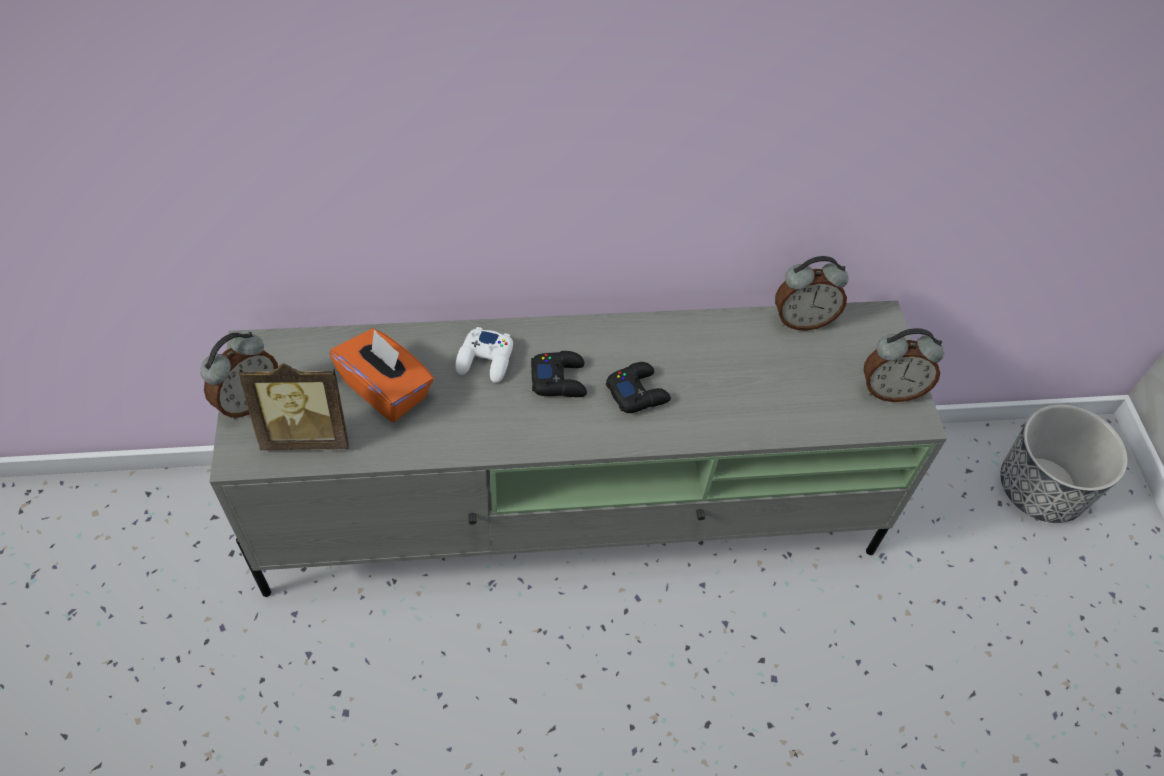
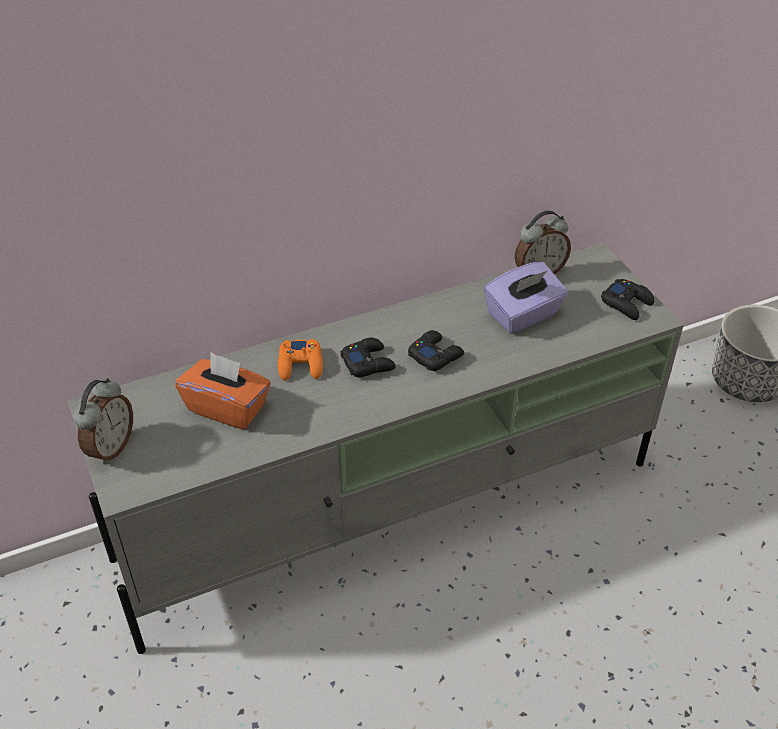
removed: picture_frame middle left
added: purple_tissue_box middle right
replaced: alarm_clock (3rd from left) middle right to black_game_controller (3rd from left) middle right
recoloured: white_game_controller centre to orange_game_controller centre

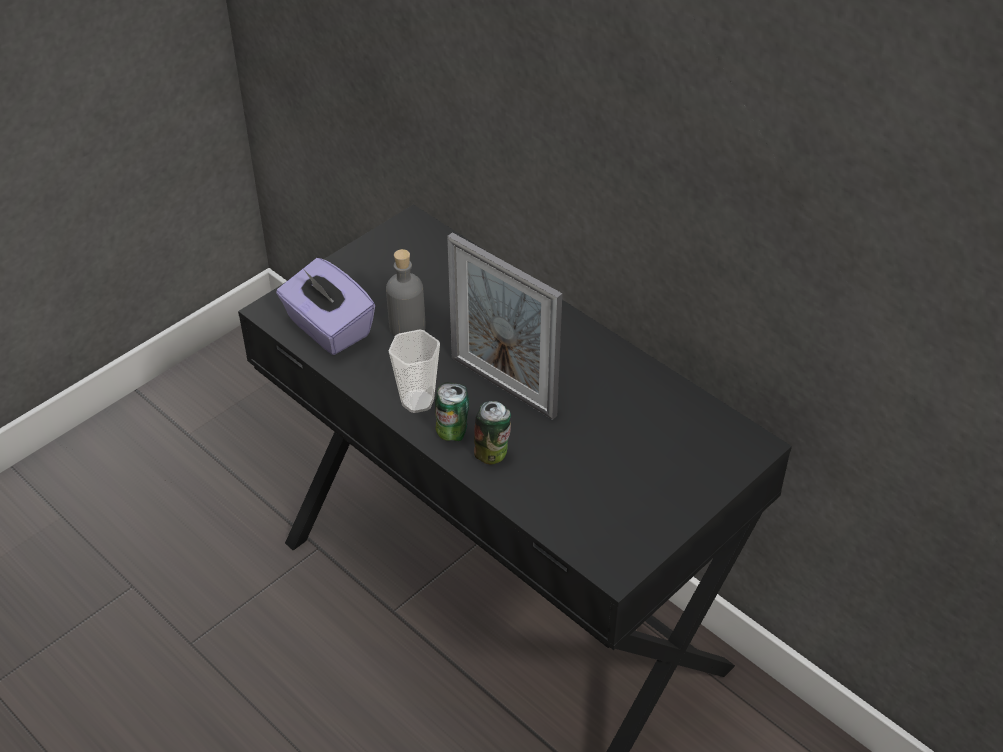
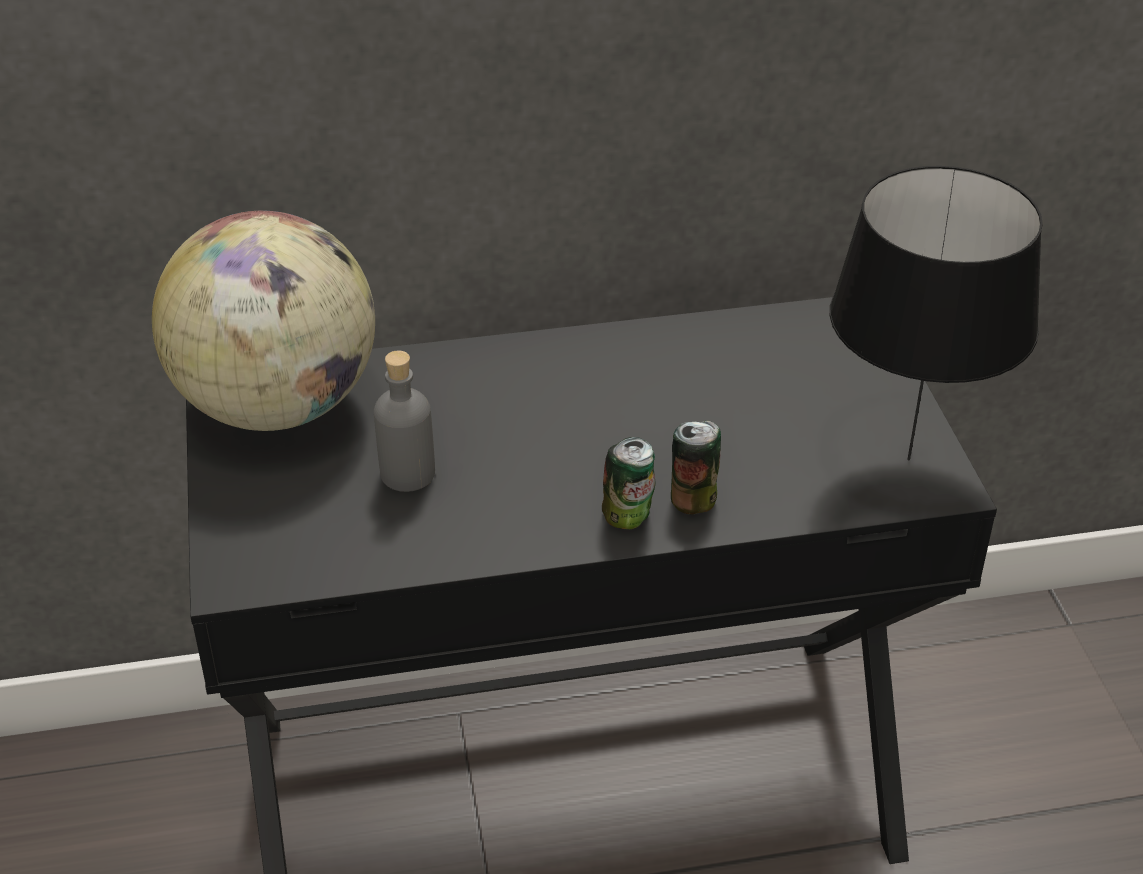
removed: purple_tissue_box middle left; cup centre; picture_frame centre
added: globe middle left; black_table_lamp middle right

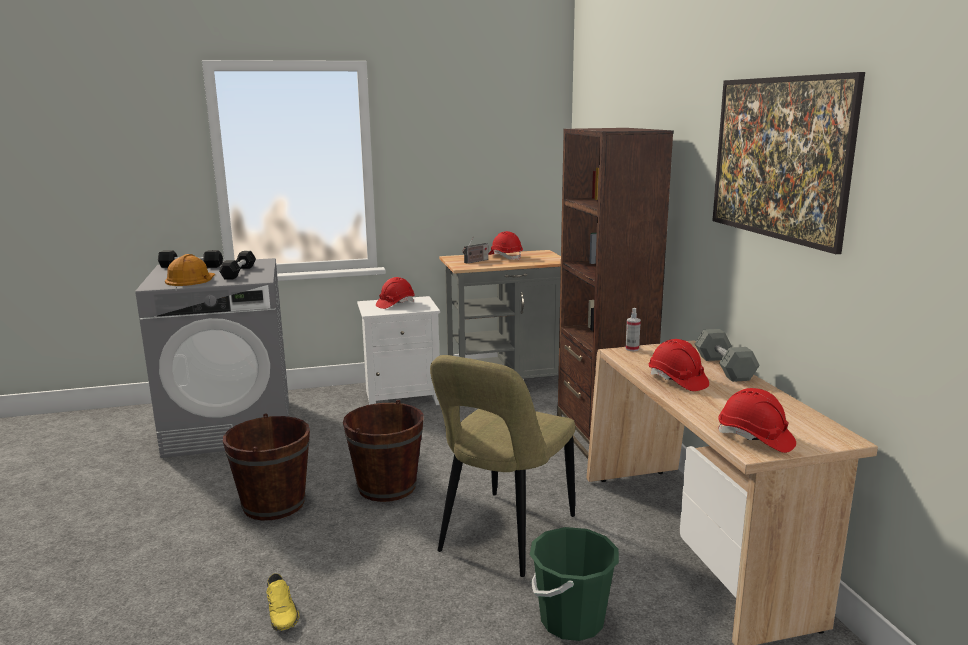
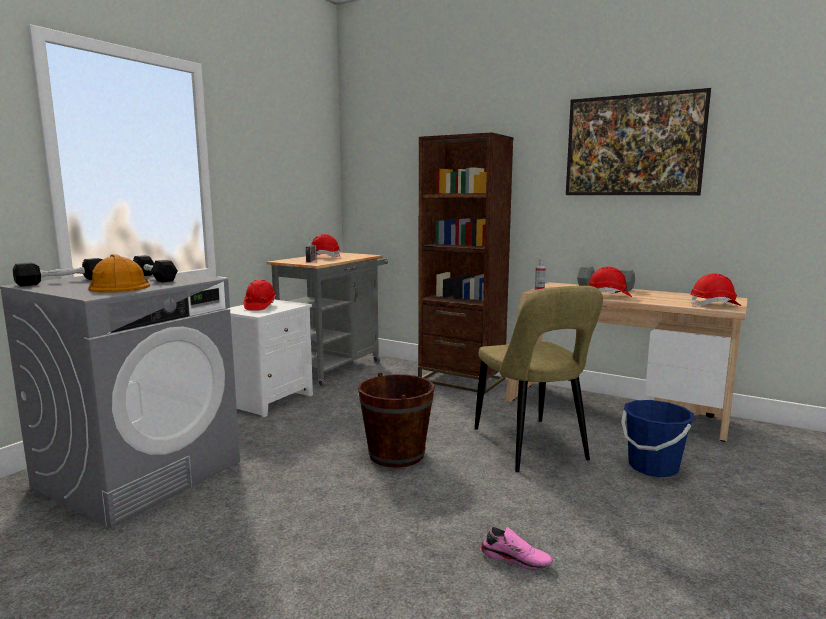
removed: brown_bucket (1st from left) bottom left
recoloured: yellow_shoe bottom left to pink_shoe bottom centre; green_bucket bottom centre to blue_bucket bottom right

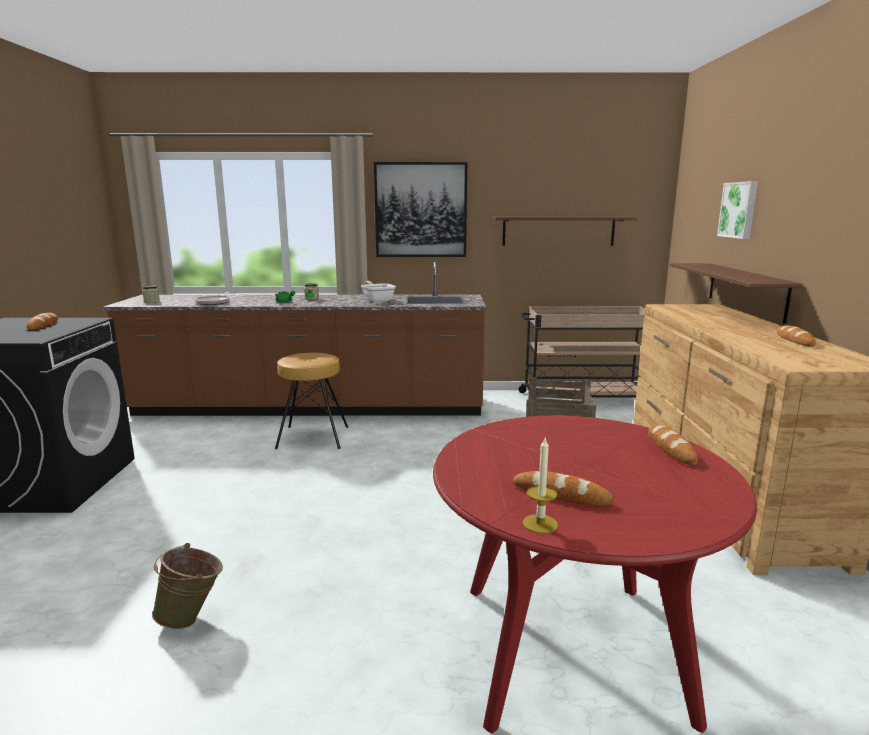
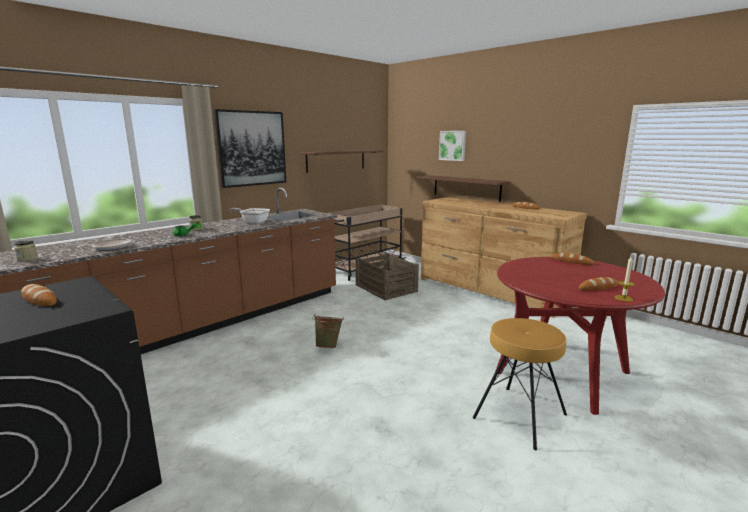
moved: green_bucket bottom left to centre; brown_stool centre to bottom right

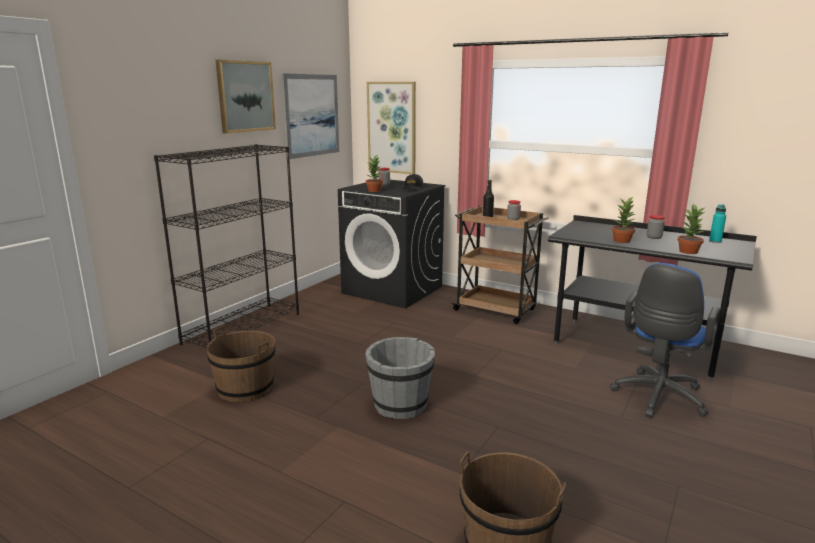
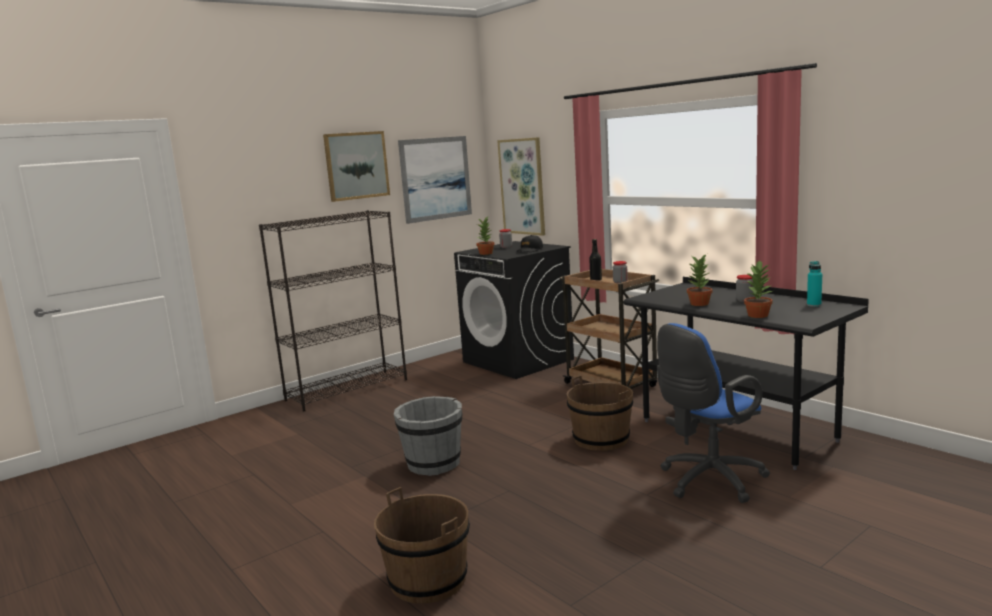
moved: brown_bucket (1st from left in the first image) bottom left to brown_bucket (2nd from left) bottom centre

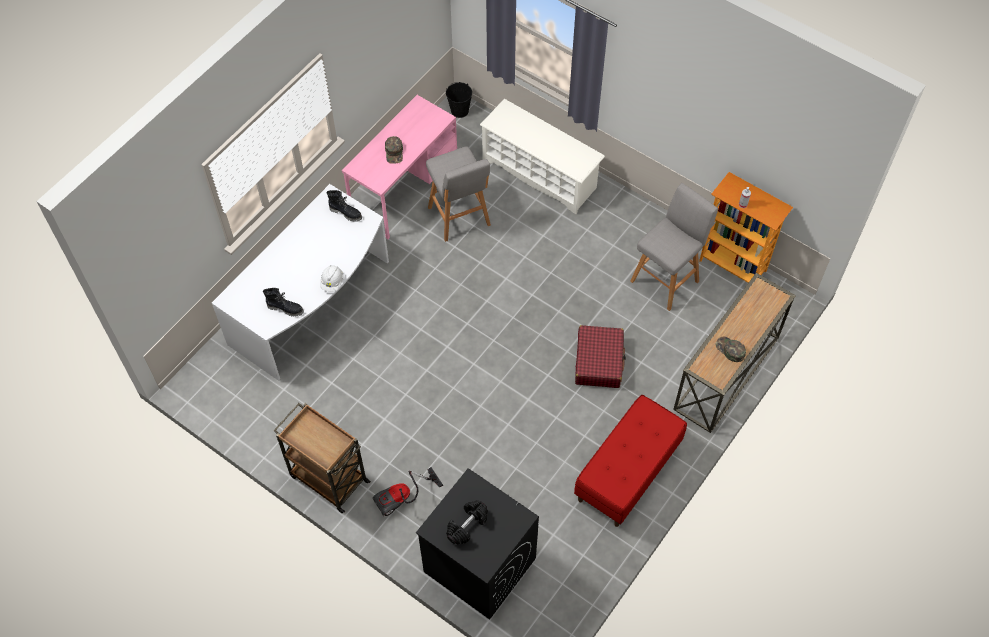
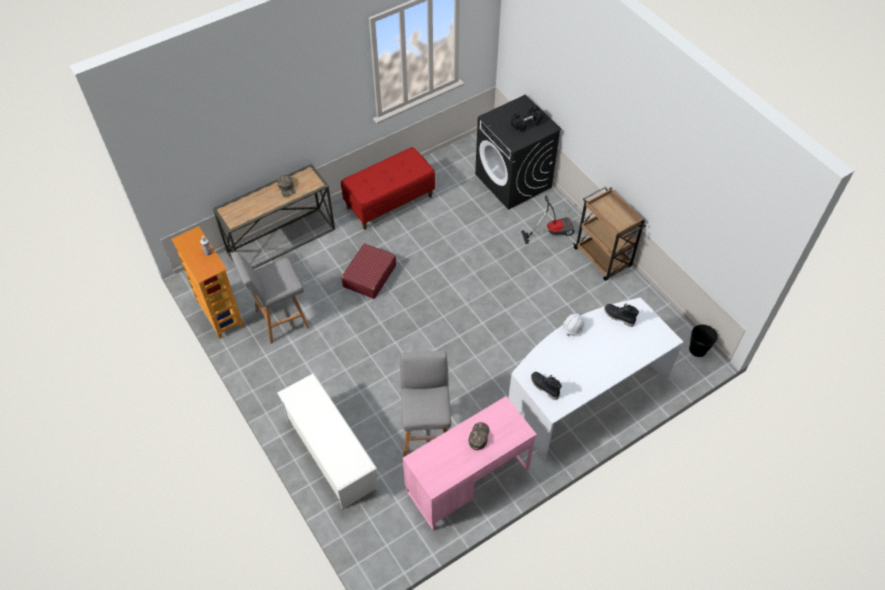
moved: black_bucket top centre to middle right

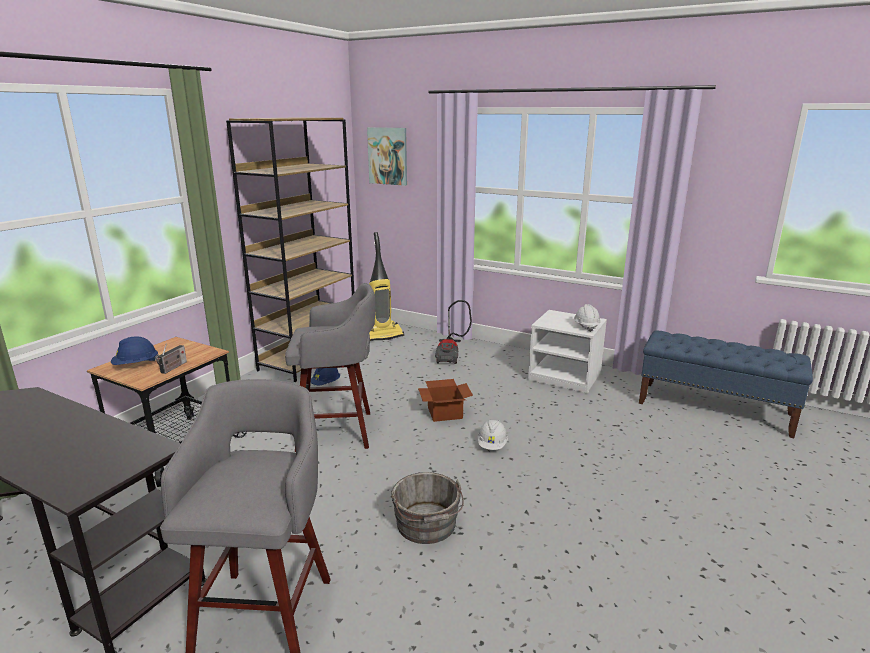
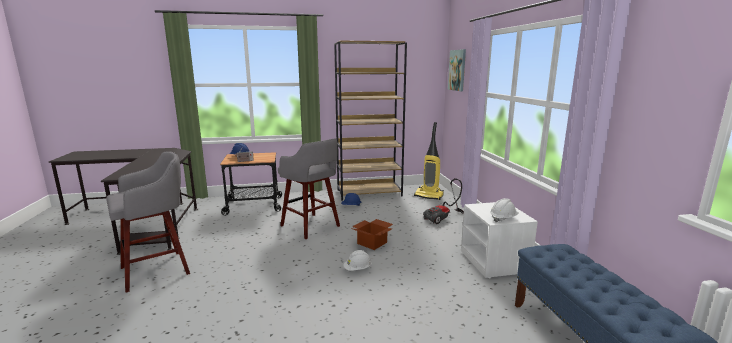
removed: grey_bucket bottom centre

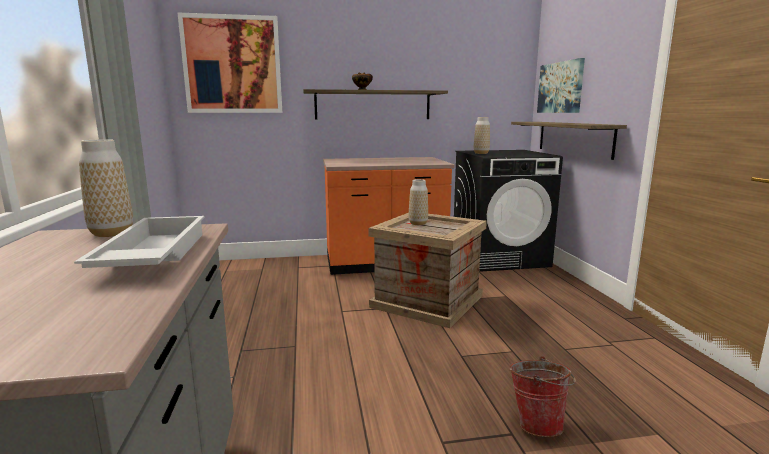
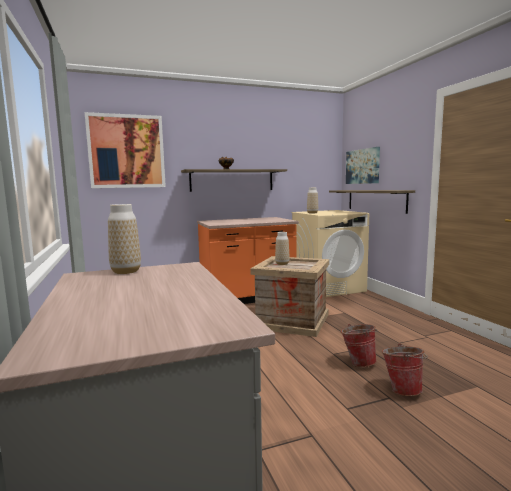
removed: white_tray middle left
added: bucket (1st from left) bottom right
recoloured: black_washing_machine centre to beige_washing_machine centre

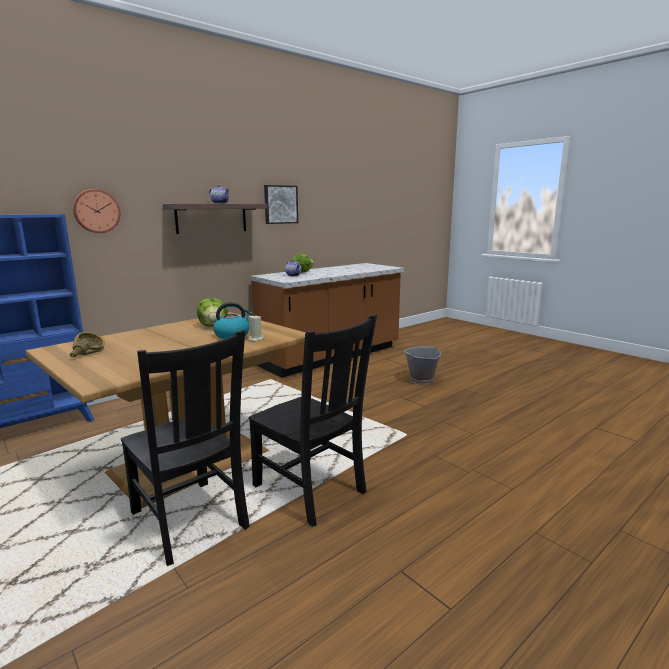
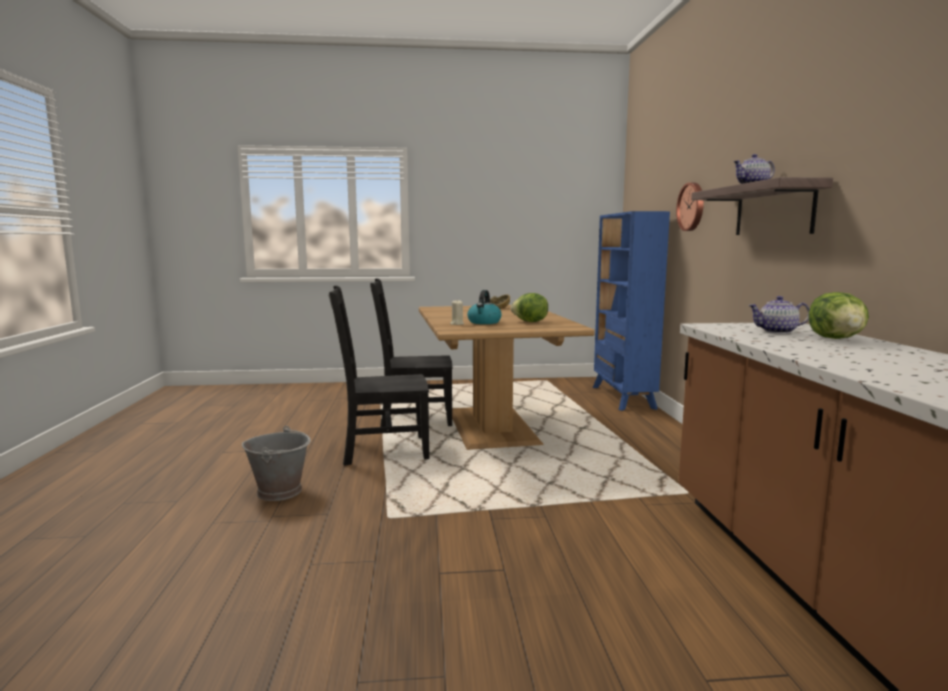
removed: picture top centre
moved: grey_bucket centre to bottom left

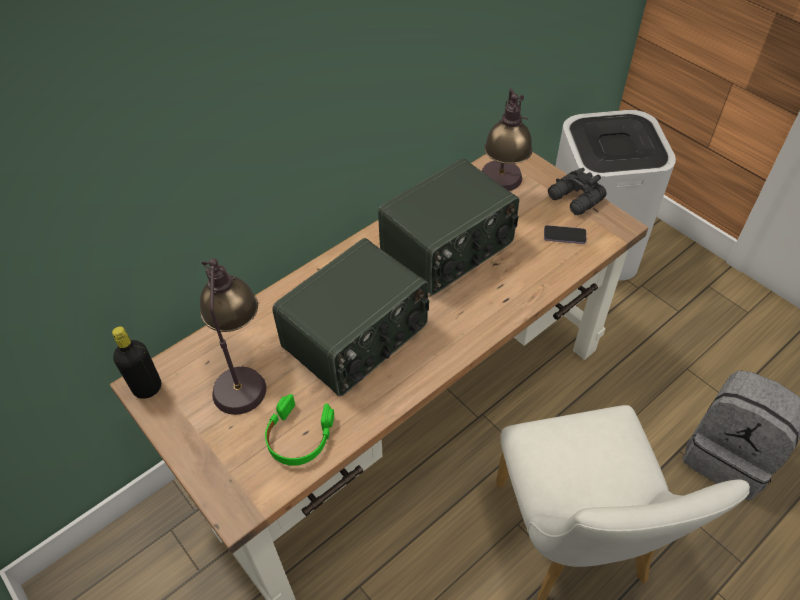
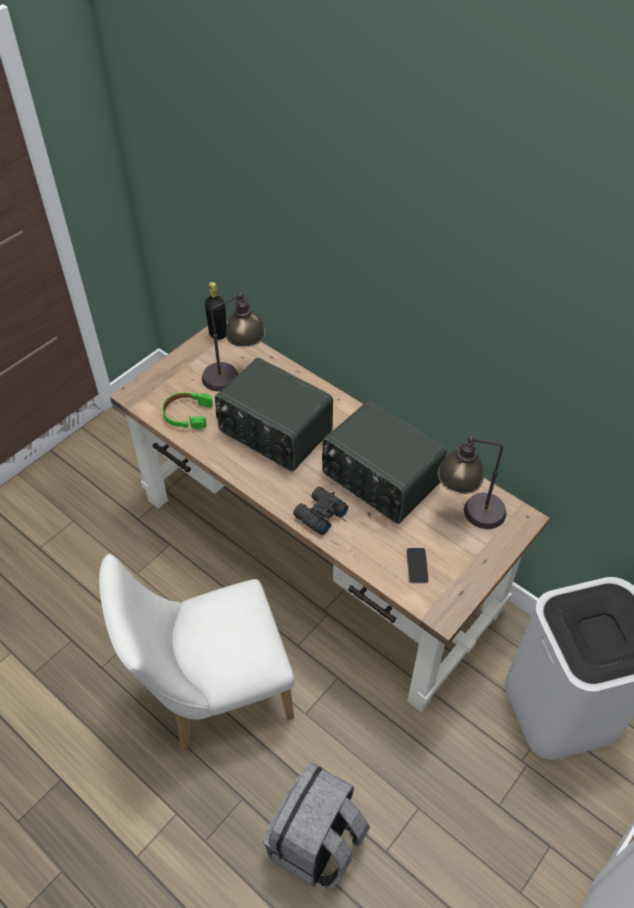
moved: black_binoculars top right to centre

